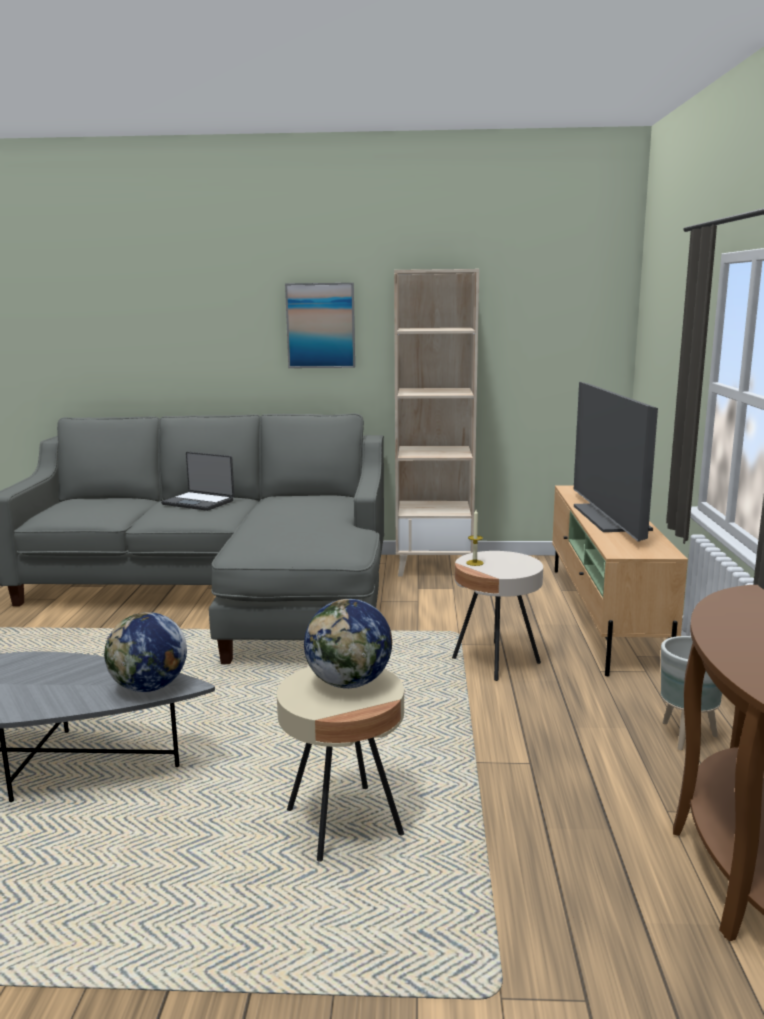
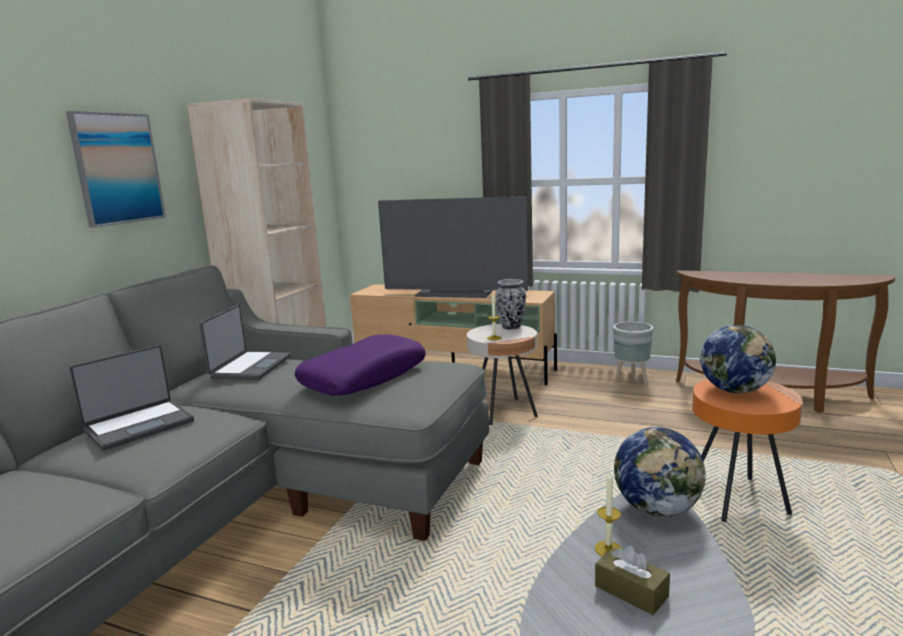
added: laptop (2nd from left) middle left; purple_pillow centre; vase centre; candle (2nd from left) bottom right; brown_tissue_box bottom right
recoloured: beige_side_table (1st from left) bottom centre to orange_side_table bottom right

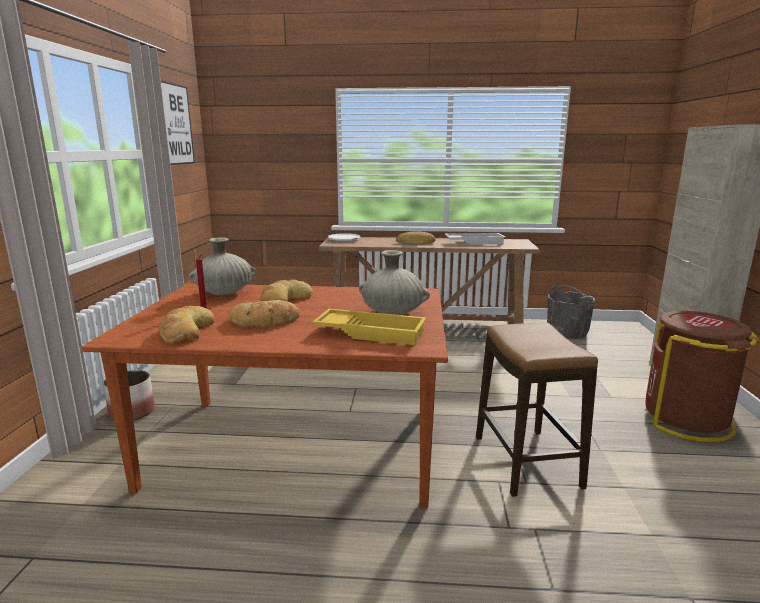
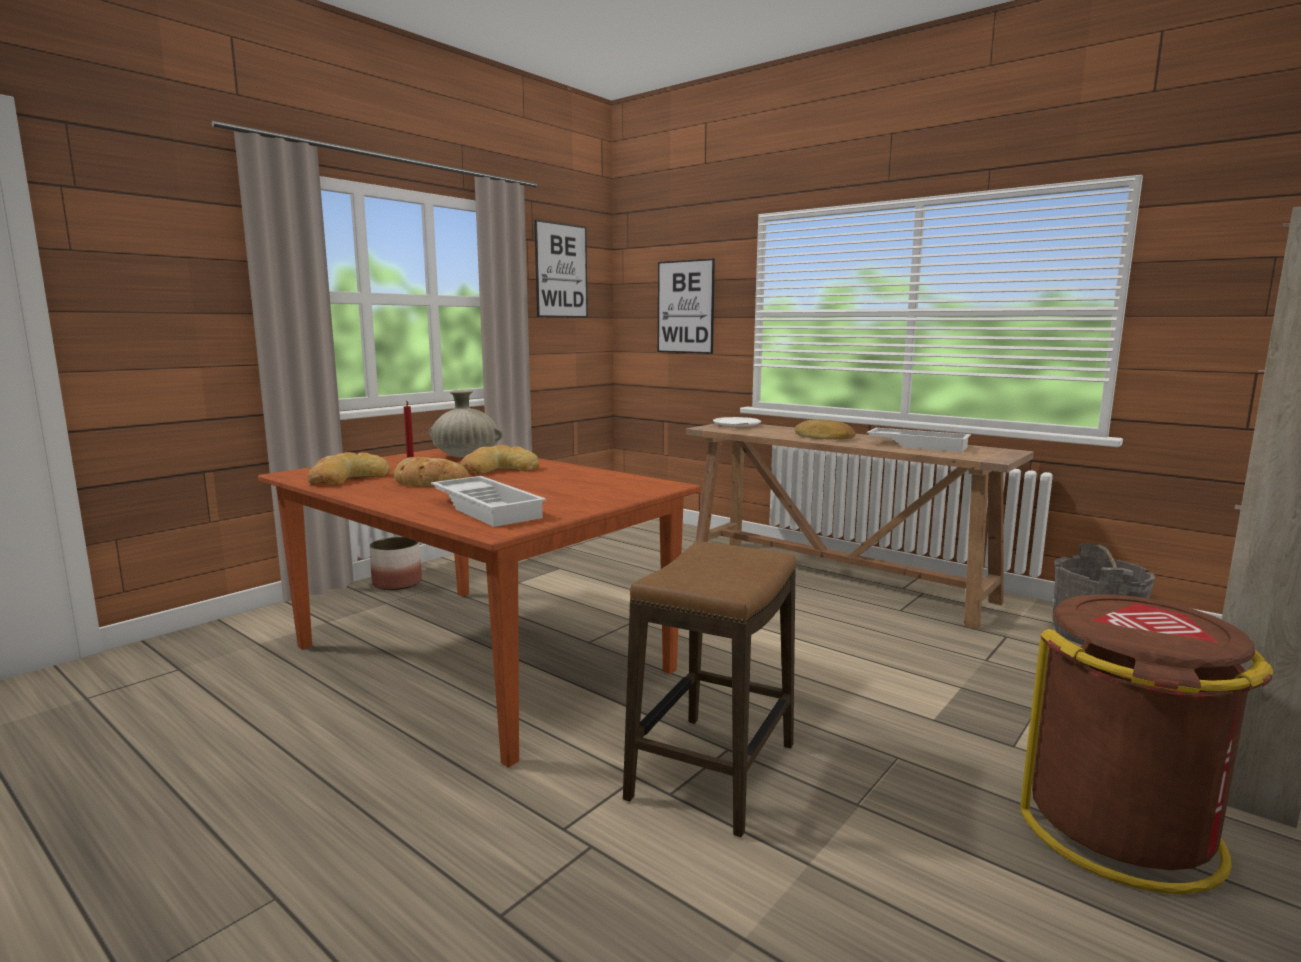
removed: beige_vase (2nd from left) centre
added: picture (2nd from left) top centre
recoloured: yellow_tray centre to white_tray (1st from left) centre

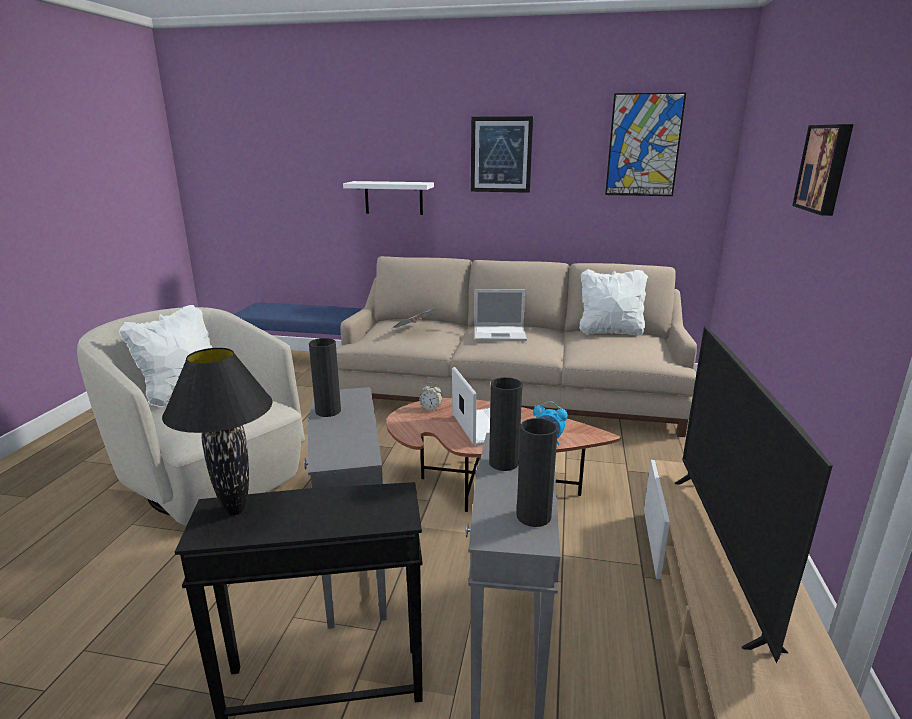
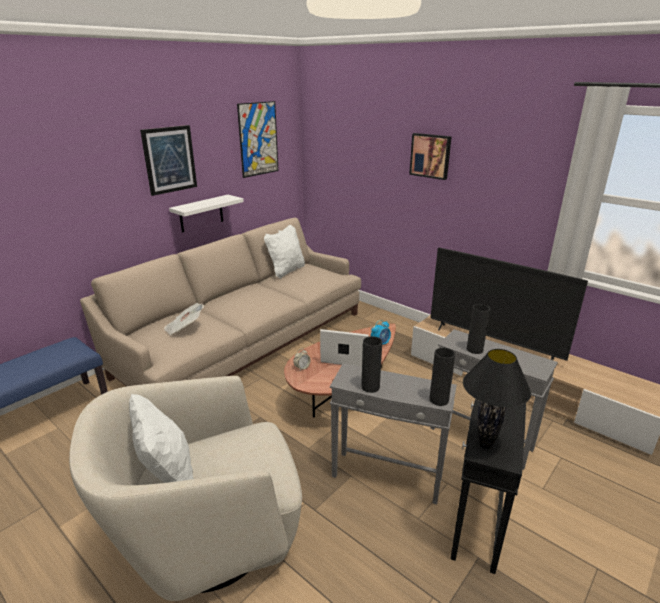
removed: laptop (2nd from left) centre
moved: white_shelf top centre to middle left; black_vase (3rd from left in the first image) centre to black_vase (2nd from left) middle right

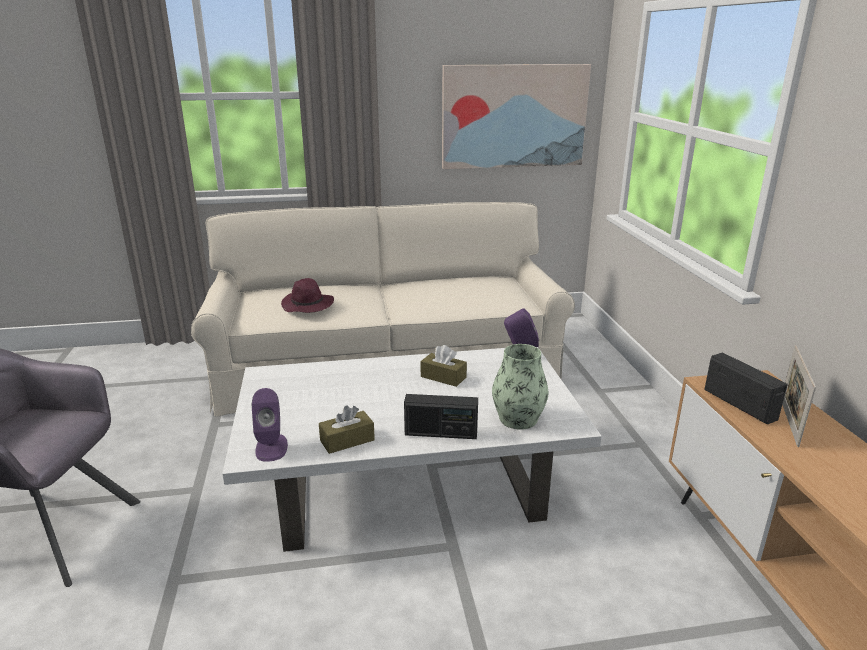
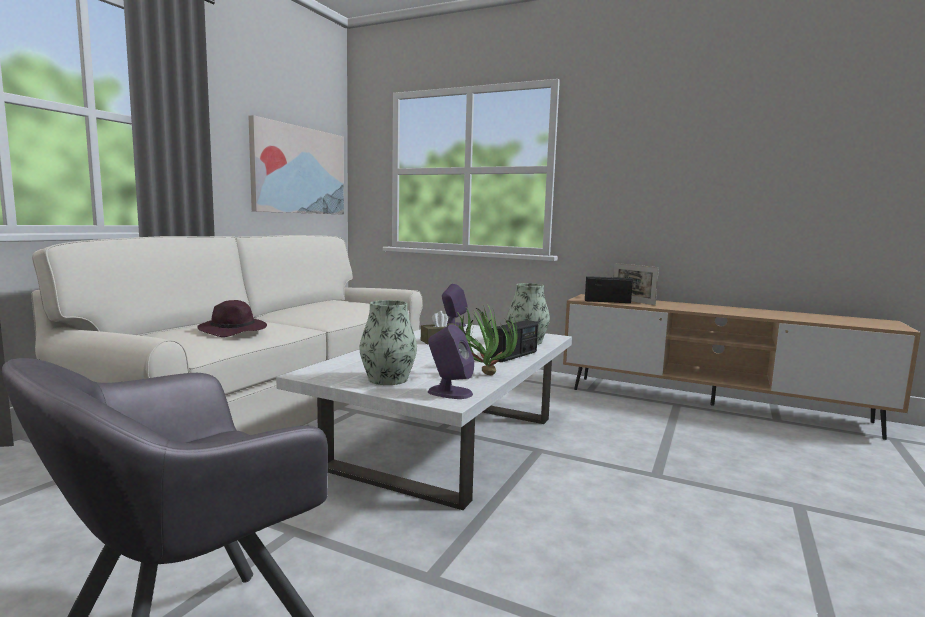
added: vase (1st from left) centre
replaced: brown_tissue_box (1st from left) centre to potted_plant centre

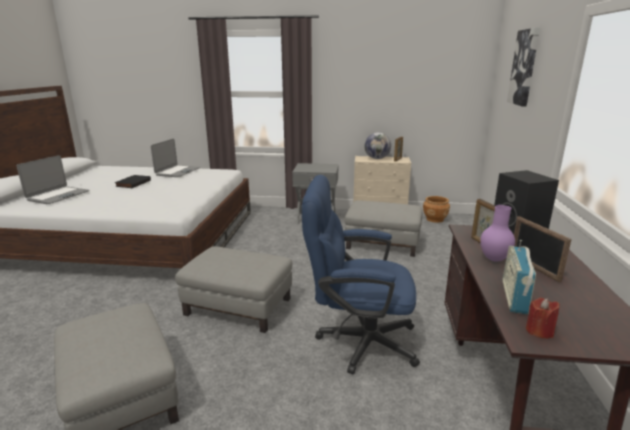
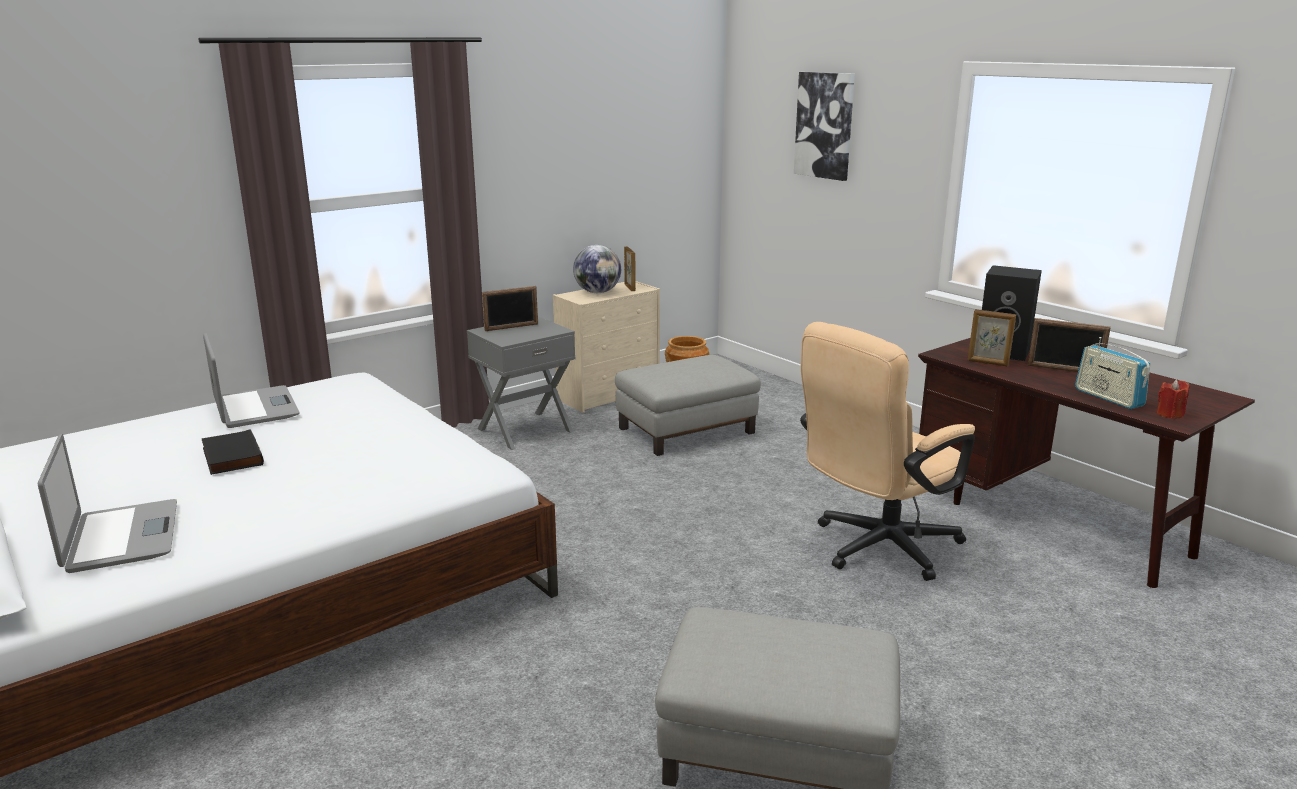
removed: grey_ottoman (2nd from left) bottom centre; purple_vase middle right
added: picture_frame (1st from left) centre
recoloured: blue_office_chair centre to beige_office_chair middle right

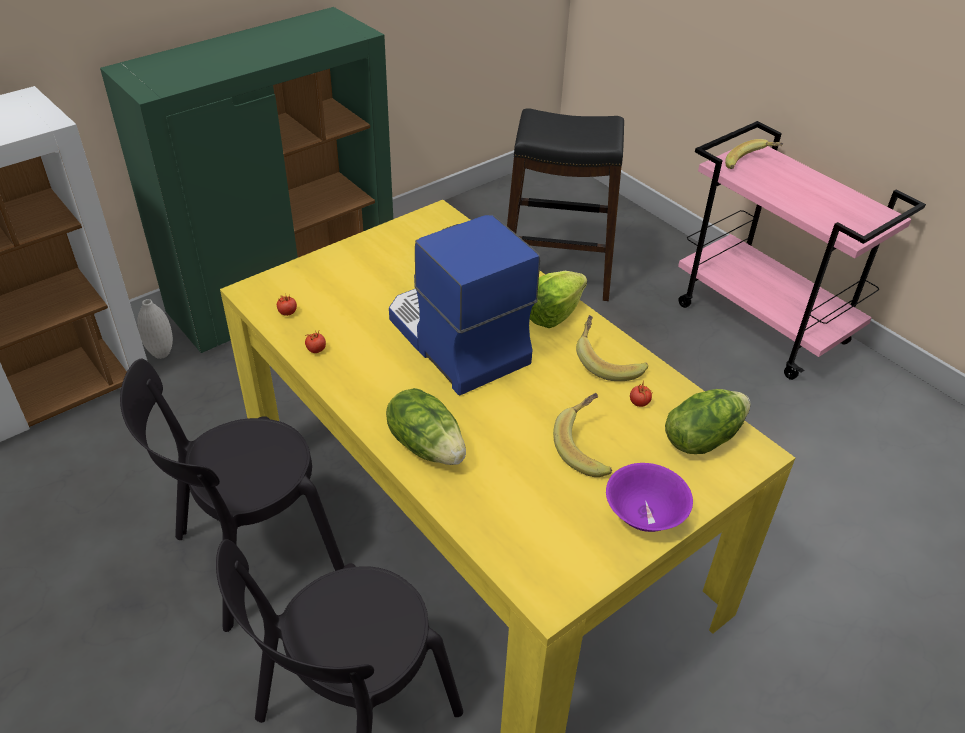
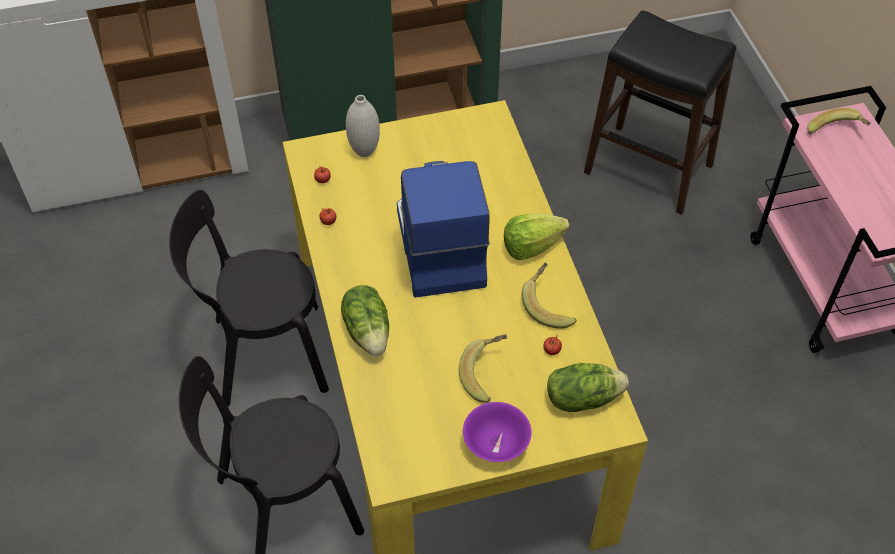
moved: white_vase middle left to top centre

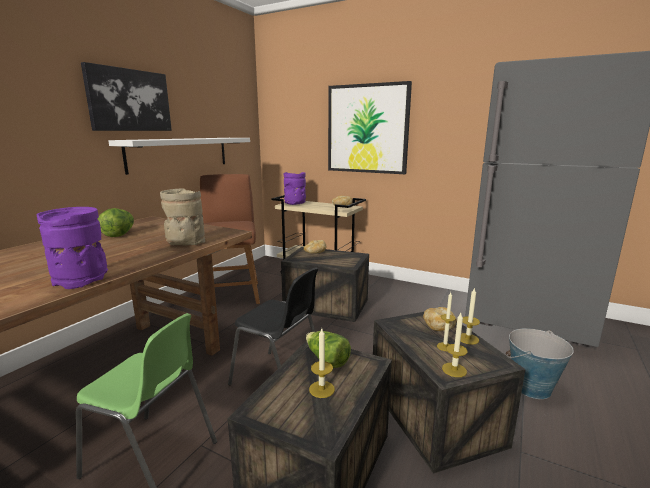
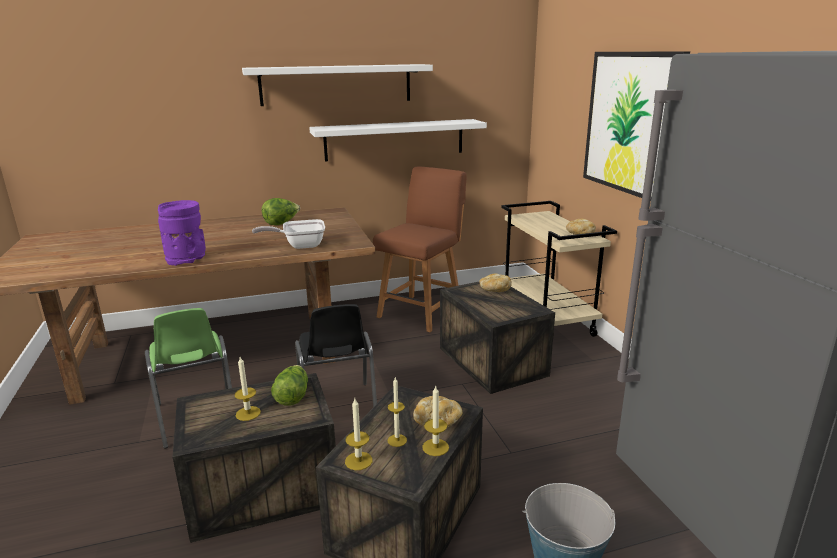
removed: purple_vase (2nd from left) centre
replaced: picture (1st from left) top left to white_shelf (1st from left) top centre; beige_vase middle left to frying_pan centre

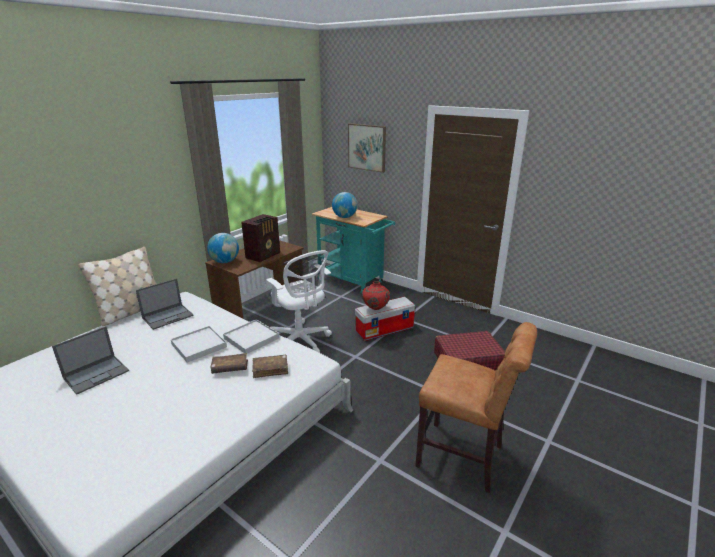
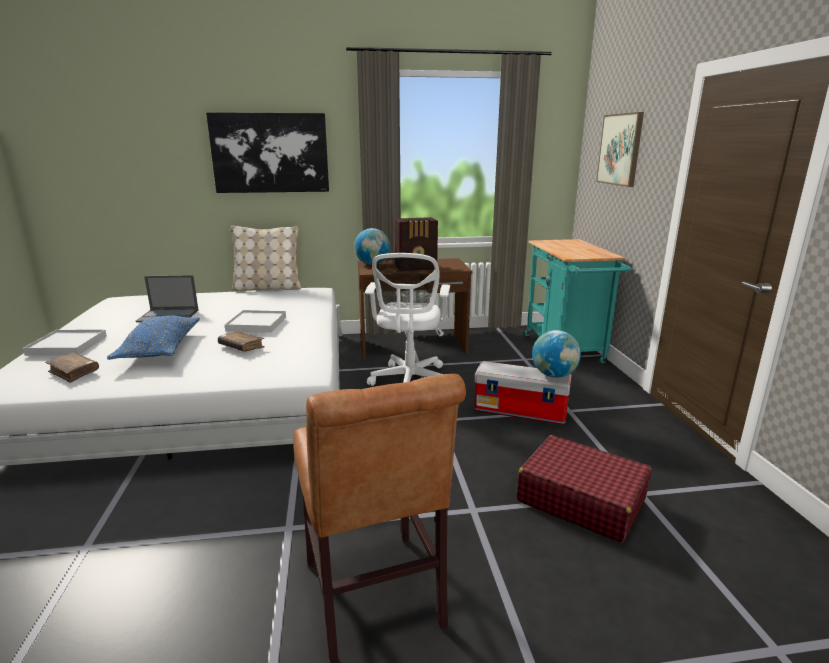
removed: laptop (2nd from left) middle left; red_vase centre
added: blue_pillow middle left; picture (1st from left) top left
moved: white_tray (2nd from left in the first image) centre to white_tray (1st from left) middle left; brown_book (2nd from left in the first image) centre to brown_book (1st from left) middle left; globe (2nd from left) centre to middle right

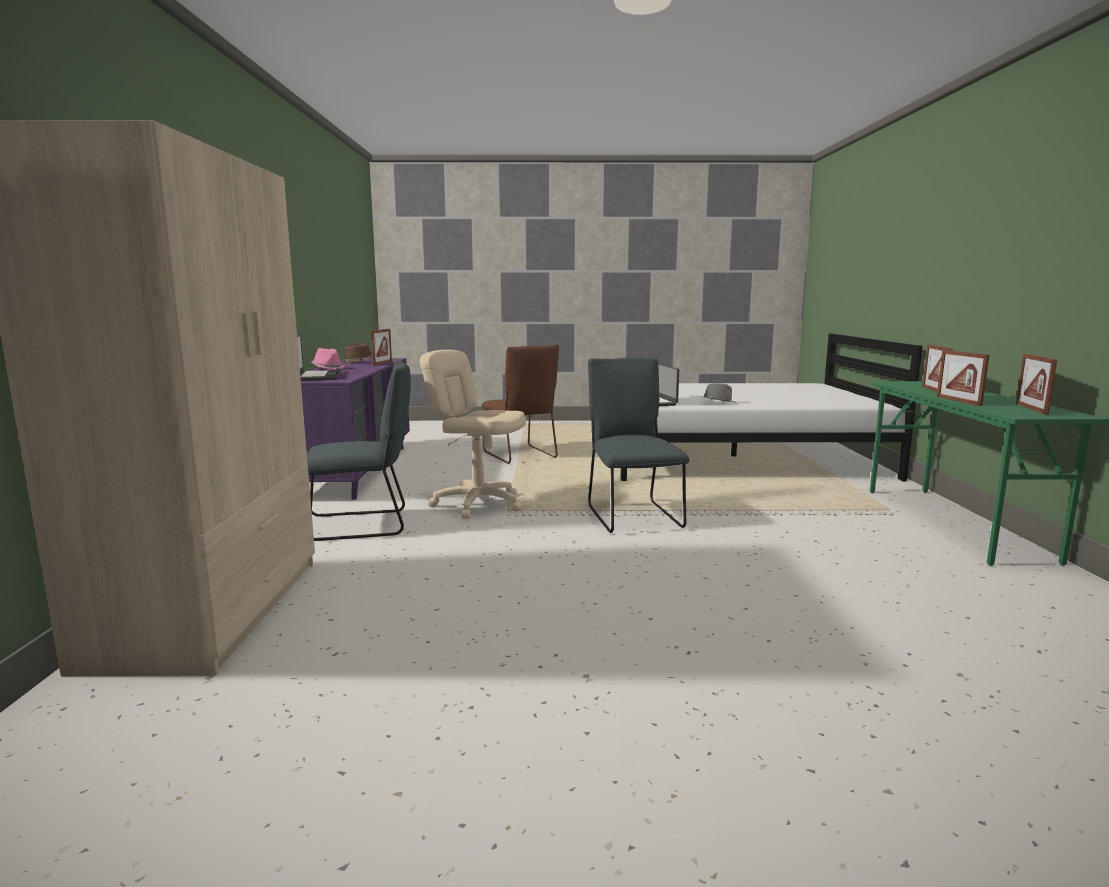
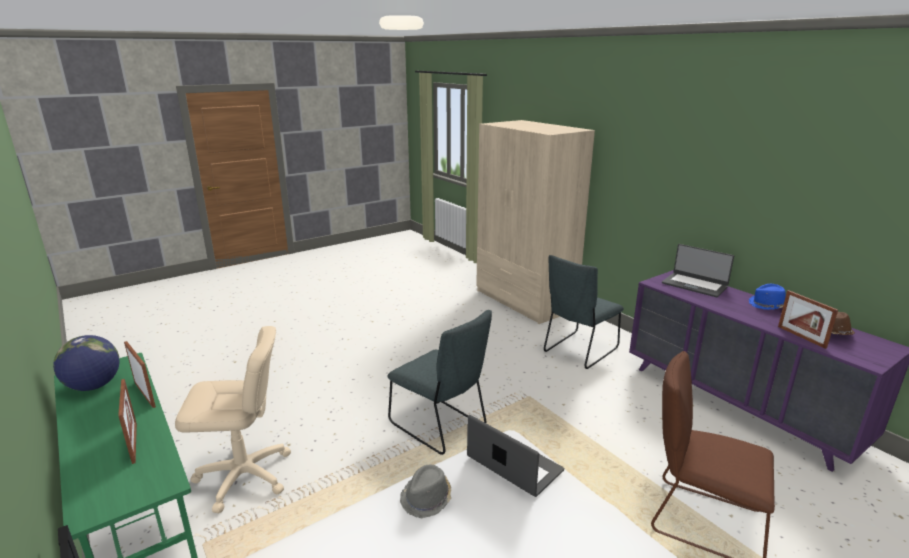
moved: beige_office_chair centre to bottom left
replaced: picture_frame (4th from left) middle right to globe middle left
recoloured: pink_hat middle left to blue_hat middle right

